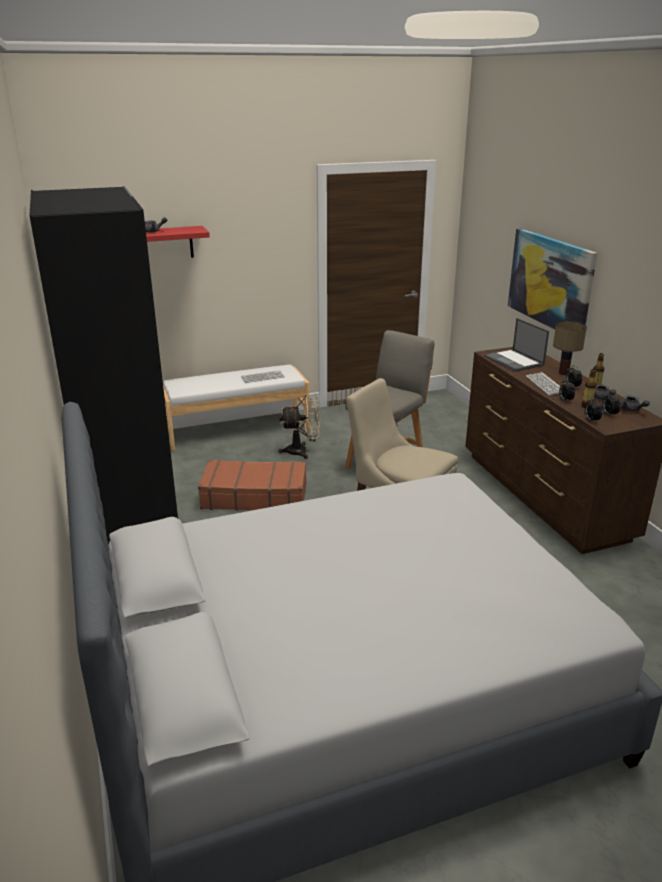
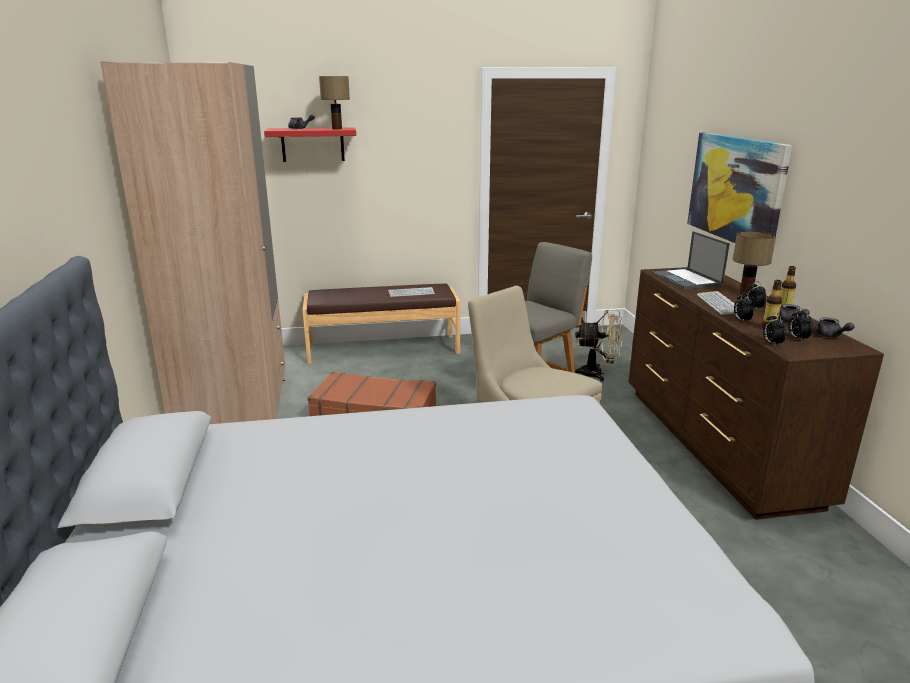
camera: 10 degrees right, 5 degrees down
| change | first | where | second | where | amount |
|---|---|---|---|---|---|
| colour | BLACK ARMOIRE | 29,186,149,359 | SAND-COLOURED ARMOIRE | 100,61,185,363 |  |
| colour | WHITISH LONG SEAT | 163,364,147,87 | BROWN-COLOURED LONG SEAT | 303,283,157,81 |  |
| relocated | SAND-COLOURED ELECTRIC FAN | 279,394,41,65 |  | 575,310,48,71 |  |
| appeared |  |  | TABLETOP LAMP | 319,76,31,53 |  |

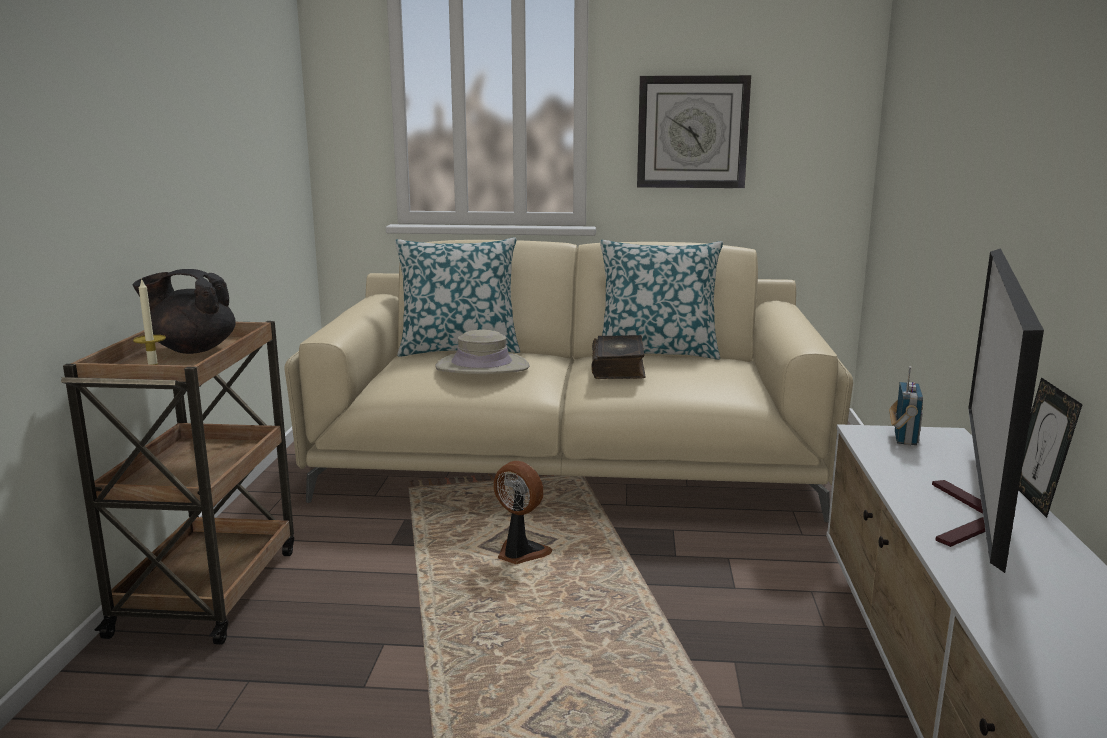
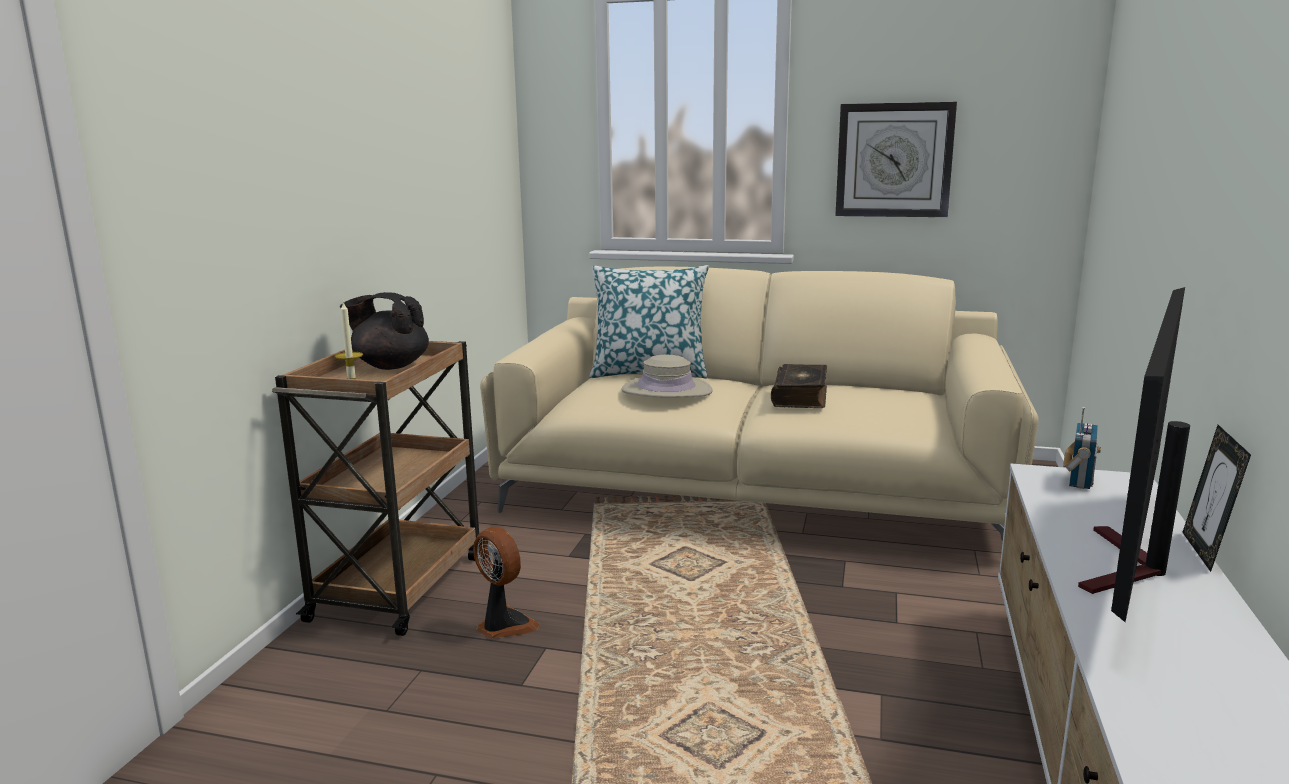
camera: 10 degrees right, 0 degrees up
| change | first | where | second | where | amount |
|---|---|---|---|---|---|
| missing | CUSHION | 600,240,123,120 |  |  |  |
| relocated | ELECTRIC FAN | 493,461,59,103 |  | 473,526,67,113 |  |

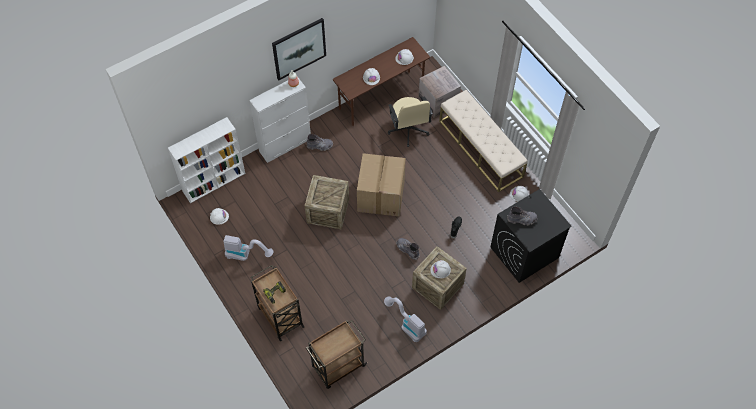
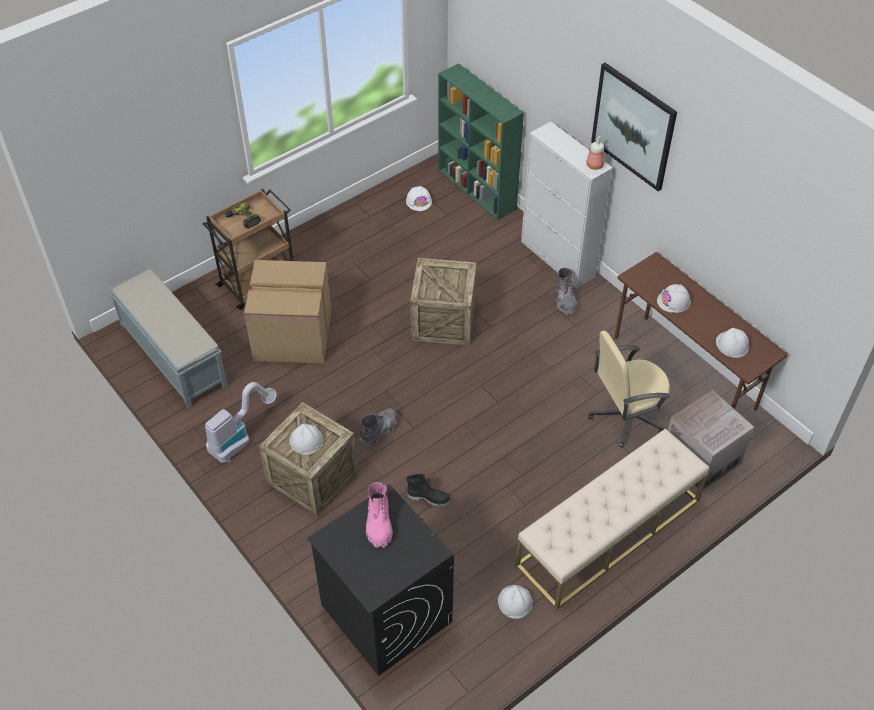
camera: 85 degrees right, 10 degrees down
| change | first | where | second | where | amount |
|---|---|---|---|---|---|
| colour | WHITISH BOOKCASE | 168,117,78,86 | GREENISH BOOKCASE | 438,63,86,157 |  |
| relocated | CARDBOARD BOX | 357,153,49,64 |  | 244,260,87,103 |  |
| colour | GREY HIGH-TOP BOOT | 507,206,30,20 | PINK HIGH-TOP BOOT | 366,482,27,66 |  |
| missing | VACUUM CLEANER | 223,235,51,26 |  |  |  |
| exchanged | BROWN-COLOURED WHEELED CART | 306,320,61,69 | GREY LONG SEAT | 109,269,119,140 |  |

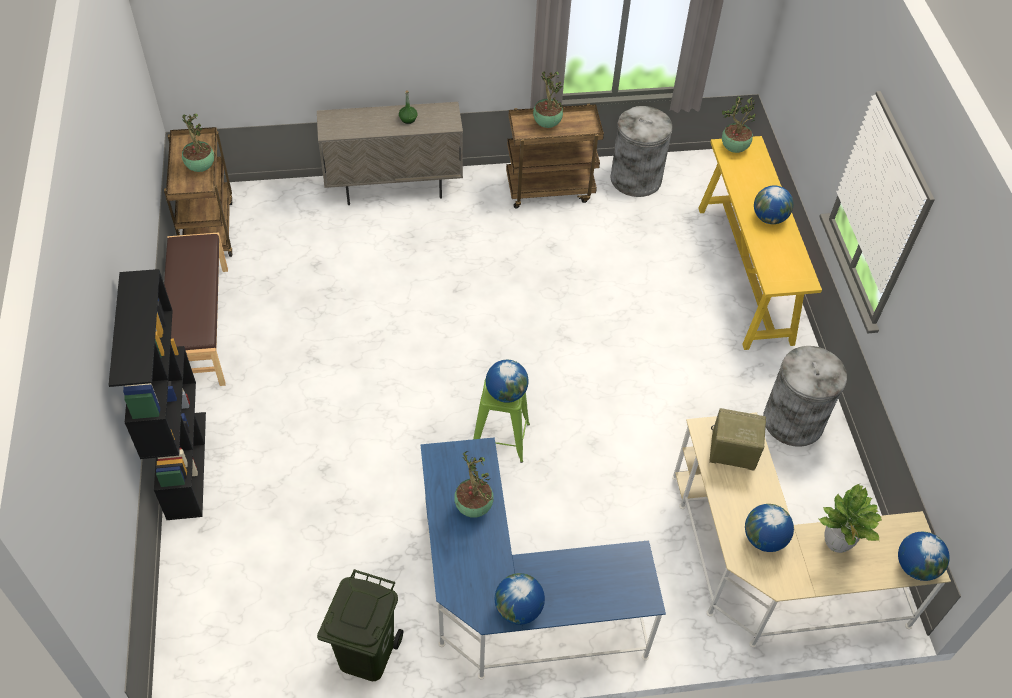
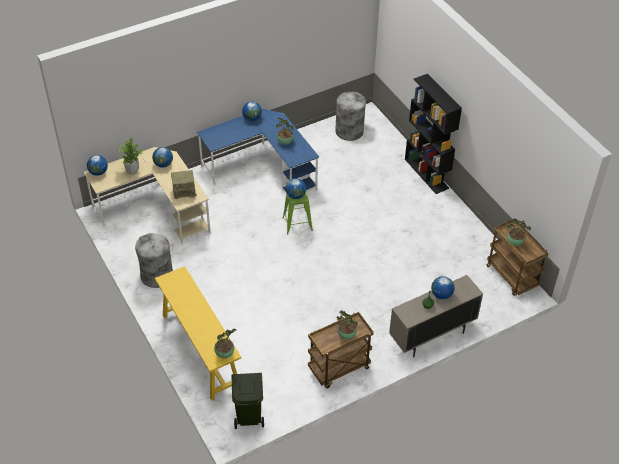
camera: 160 degrees right, 5 degrees down
| change | first | where | second | where | amount |
|---|---|---|---|---|---|
| relocated | GREY WASTE BIN | 610,106,62,91 |  | 335,92,31,49 |  |
| relocated | WORLD GLOBE | 754,185,39,39 |  | 431,276,23,23 |  |
| missing | BROWN-COLOURED LONG SEAT | 164,233,64,153 |  |  |  |
| relocated | GREENISH WASTE BIN | 317,569,86,112 |  | 231,373,33,56 |  |

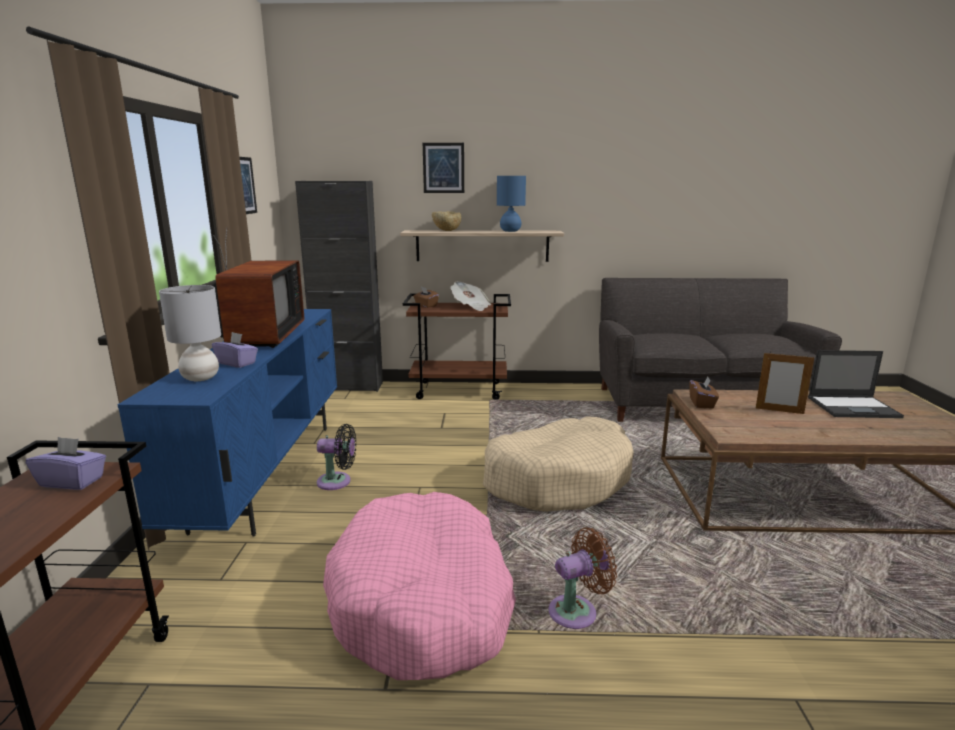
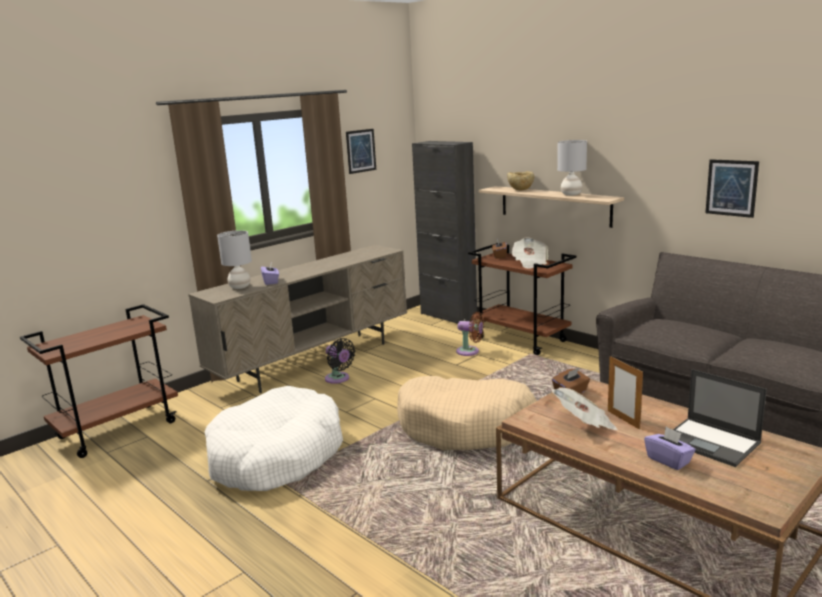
camera: 45 degrees right, 0 degrees up
| change | first | where | second | where | amount |
|---|---|---|---|---|---|
| relocated | PICTURE | 423,143,41,50 |  | 705,159,54,59 |  |
| colour | BLUISH TABLETOP LAMP | 497,176,29,56 | GREY TABLETOP LAMP | 557,140,30,56 |  |
| missing | TV | 211,228,93,120 |  |  |  |
| colour | BLUISH MEDIA CONSOLE | 117,309,220,228 | SAND-COLOURED MEDIA CONSOLE | 188,245,219,148 |  |
| relocated | PURPLE-COLOURED TISSUE BOX | 26,437,80,53 |  | 644,427,52,43 |  |
| colour | PINK DOG BED | 323,492,193,188 | WHITISH DOG BED | 205,386,138,105 |  |
| relocated | BROWN-COLOURED ELECTRIC FAN | 549,527,68,102 |  | 456,312,28,44 |  |
| appeared |  |  | PRINTED PAPER | 551,388,67,42 |  |

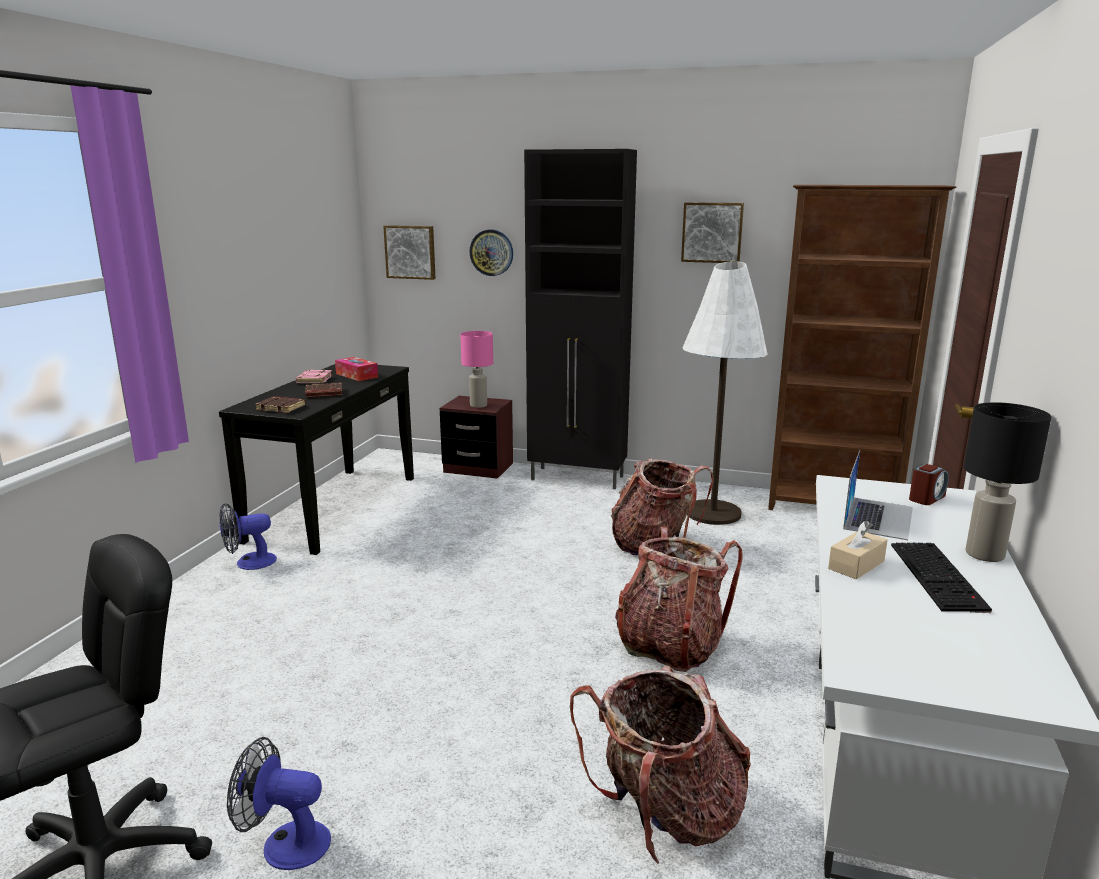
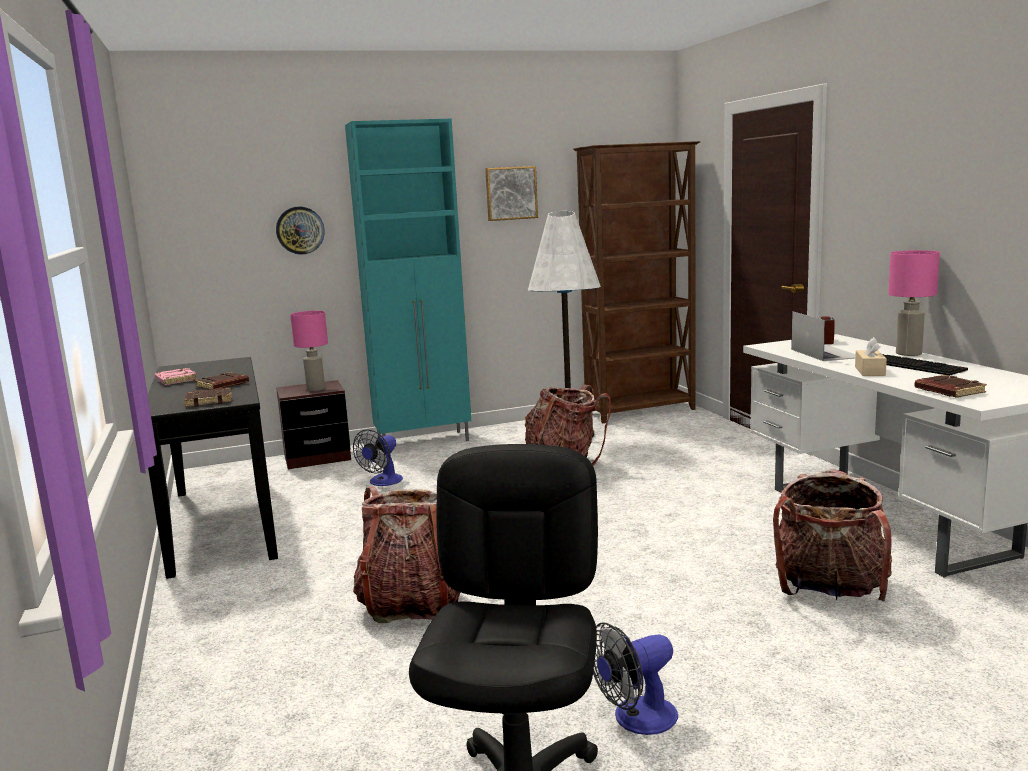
camera: 35 degrees left, 5 degrees down
| change | first | where | second | where | amount |
|---|---|---|---|---|---|
| colour | BLACK CABINET | 524,149,113,340 | TURQUOISE-COLOURED CABINET | 345,119,126,322 |  |
| missing | PICTURE | 383,225,53,55 |  |  |  |
| missing | TISSUE BOX | 335,357,43,24 |  |  |  |
| colour | BLACK TABLETOP LAMP | 964,402,87,160 | PINK TABLETOP LAMP | 888,250,52,106 |  |
| relocated | ELECTRIC FAN | 220,503,57,67 |  | 353,430,50,56 |  |
| relocated | KNAPSACK | 615,527,128,145 |  | 353,487,107,136 |  |
| appeared |  |  | BROWN-COLOURED BOOK | 915,375,72,23 |  |

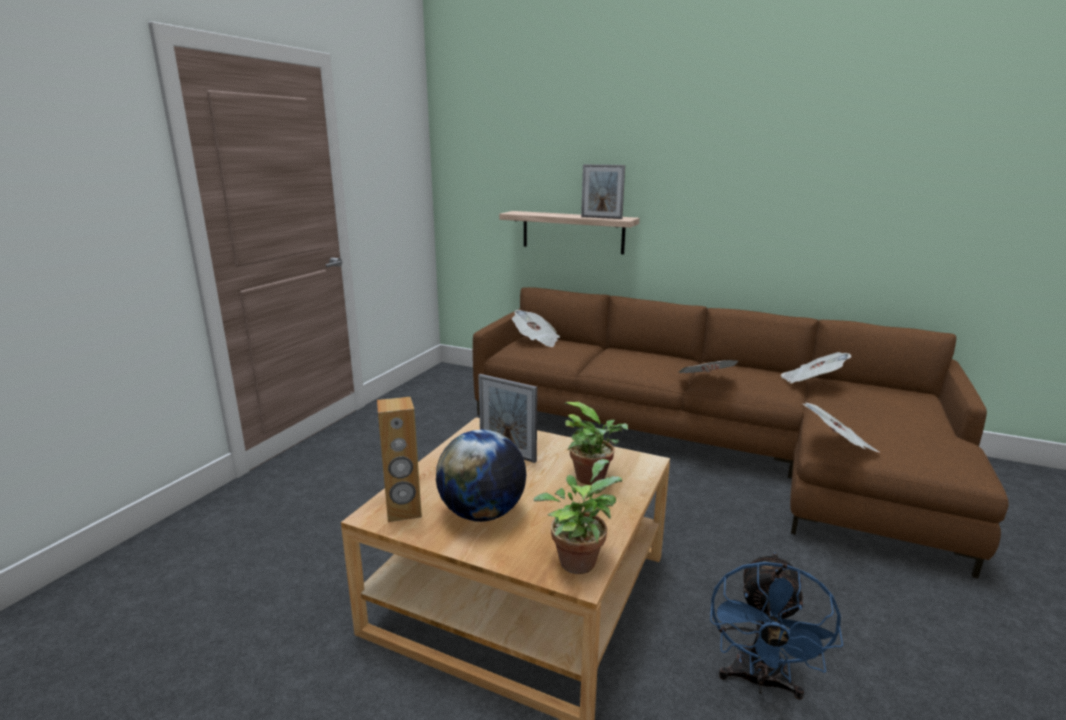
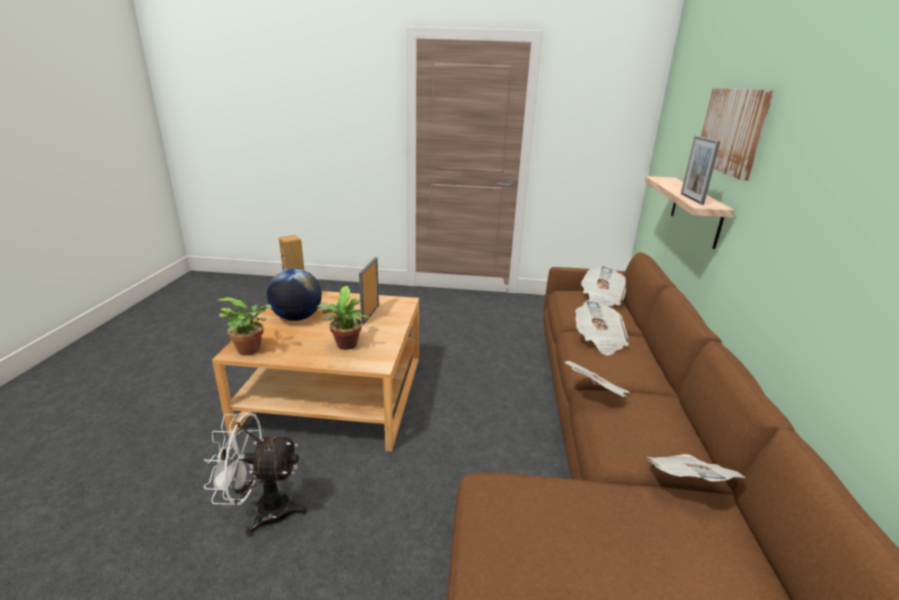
camera: 70 degrees right, 5 degrees up
| change | first | where | second | where | amount |
|---|---|---|---|---|---|
| relocated | PRINTED PAPER | 803,402,77,50 |  | 575,300,54,56 |  |
| colour | BLUISH ELECTRIC FAN | 710,552,133,148 | WHITISH ELECTRIC FAN | 204,412,104,125 |  |
| appeared |  |  | PICTURE | 701,88,74,93 |  |

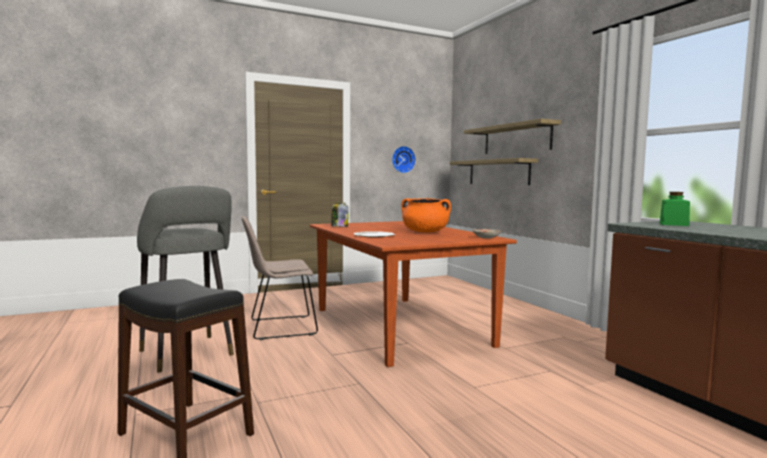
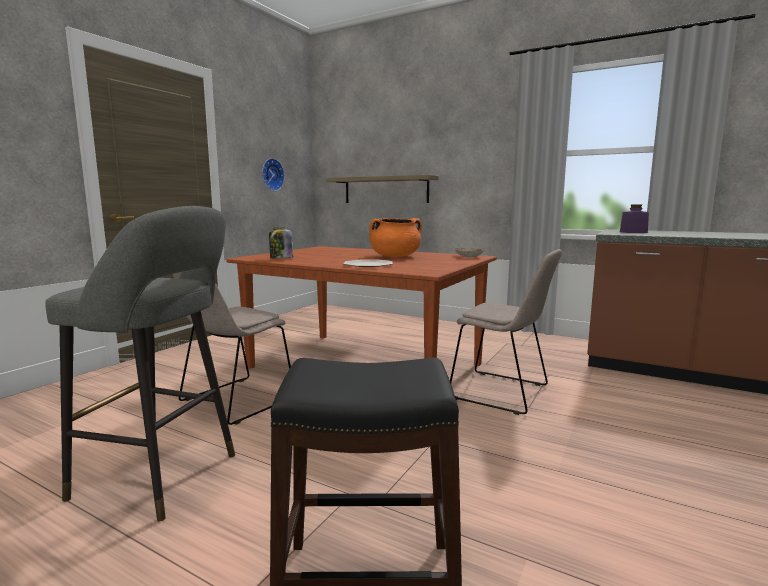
camera: 35 degrees left, 5 degrees up
| change | first | where | second | where | amount |
|---|---|---|---|---|---|
| missing | WALL SHELF | 464,119,97,35 |  |  |  |
| colour | GREENISH PRESERVE JAR | 660,192,30,34 | PURPLE-COLOURED PRESERVE JAR | 620,205,29,28 |  |
| appeared |  |  | SAND-COLOURED PLAIN CHAIR | 450,249,112,166 |  |

